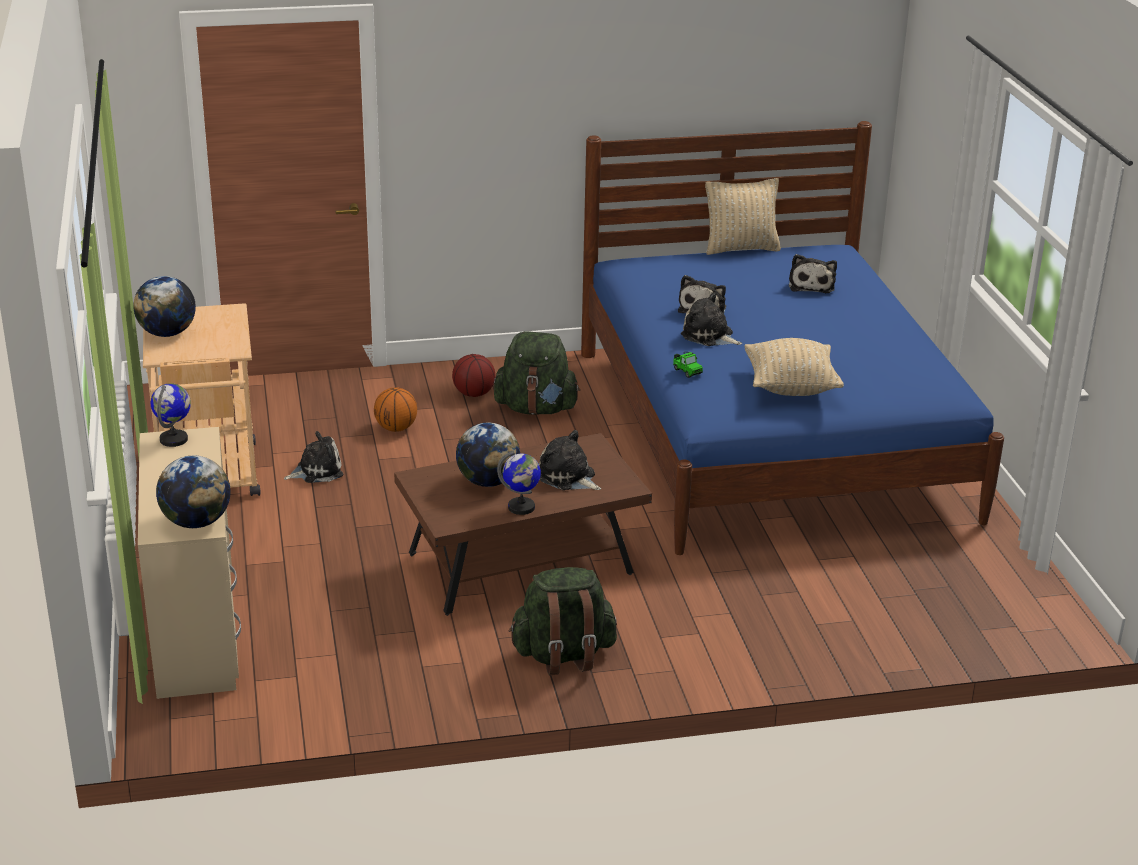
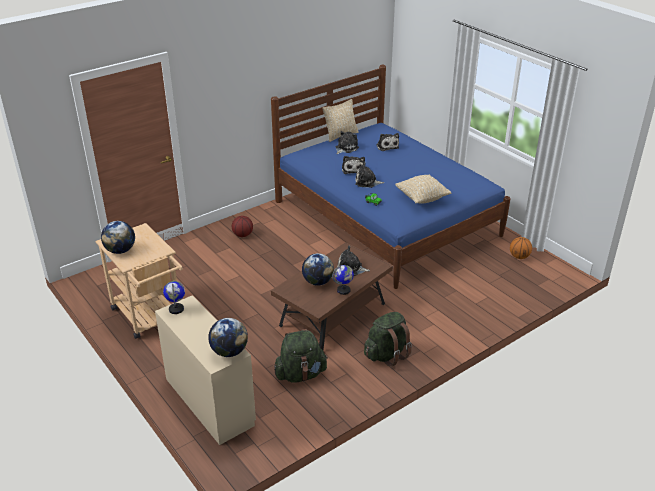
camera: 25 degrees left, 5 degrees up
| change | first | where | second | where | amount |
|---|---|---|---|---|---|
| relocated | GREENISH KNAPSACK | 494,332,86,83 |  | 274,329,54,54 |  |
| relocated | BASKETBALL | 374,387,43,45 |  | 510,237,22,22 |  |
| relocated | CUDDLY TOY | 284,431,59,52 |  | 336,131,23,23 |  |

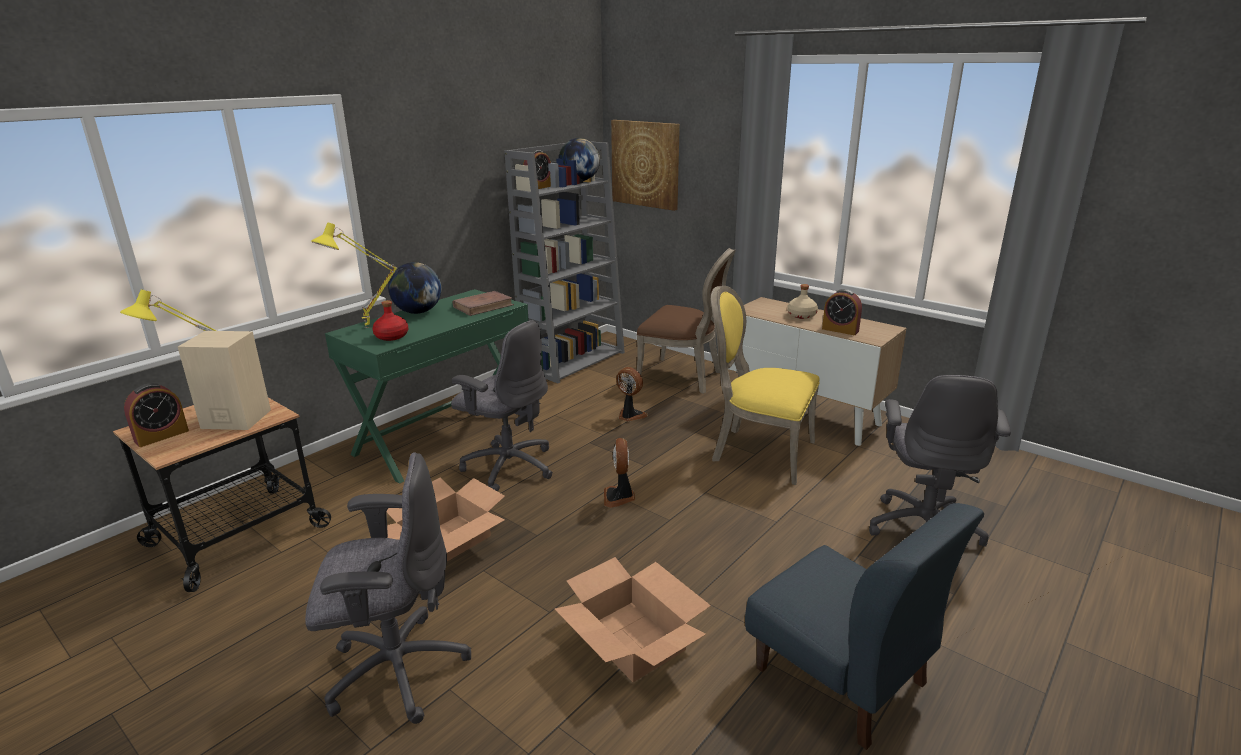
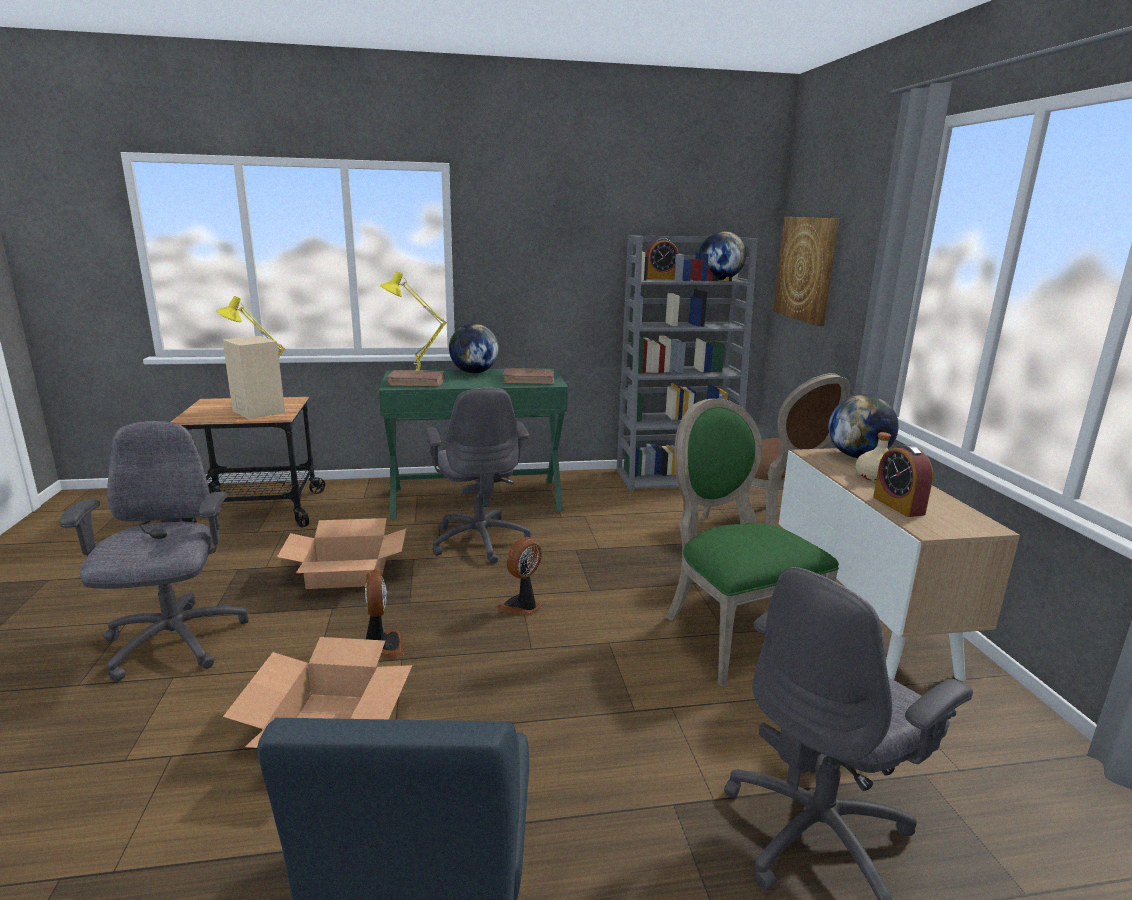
camera: 40 degrees right, 5 degrees down
| change | first | where | second | where | amount |
|---|---|---|---|---|---|
| colour | YELLOW PLAIN CHAIR | 711,286,109,199 | GREENISH PLAIN CHAIR | 665,399,174,288 |  |
| exchanged | RED BOTTLE | 372,300,36,41 | BROWN-COLOURED BOOK | 386,370,59,17 |  |
| relocated | ELECTRIC FAN | 616,367,32,54 |  | 365,570,39,89 |  |
| missing | TABLE CLOCK | 124,383,65,64 |  |  |  |
| spun | GREY COMPUTER CHAIR | 305,452,166,272 |  | 59,421,190,261 | 135 degrees counterclockwise |
| appeared |  |  | WORLD GLOBE | 829,394,70,64 |  |

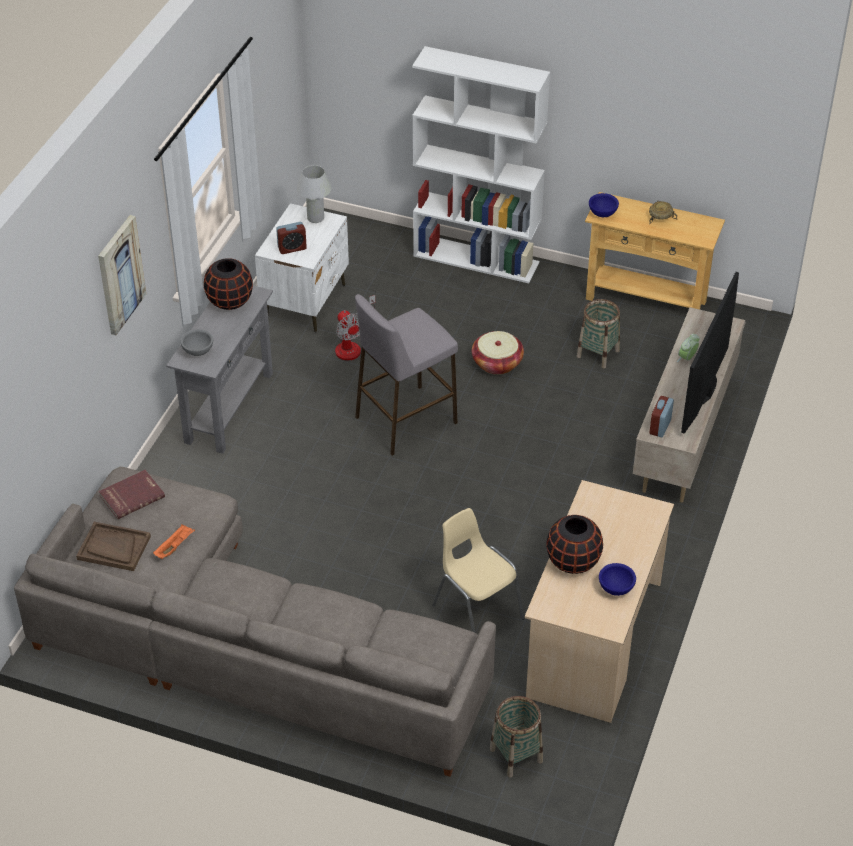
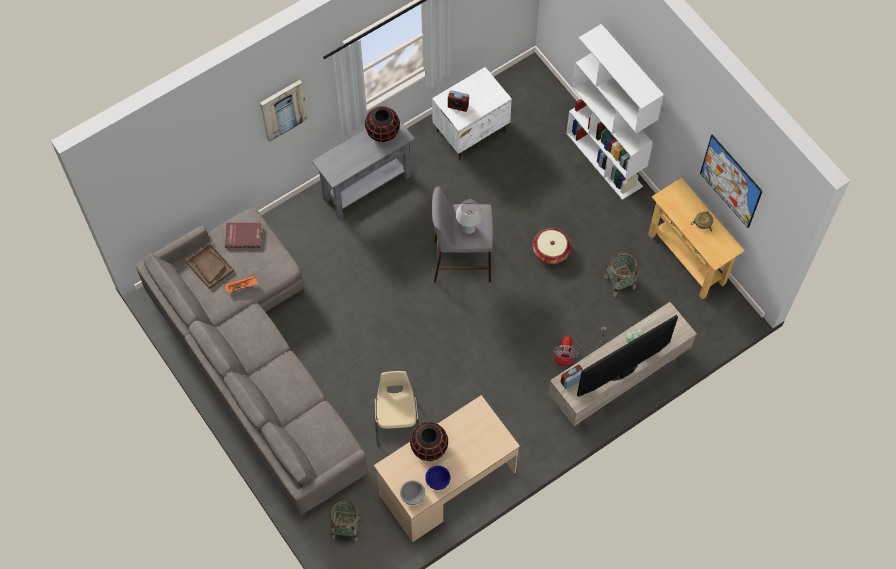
camera: 35 degrees right, 20 degrees up
| change | first | where | second | where | amount |
|---|---|---|---|---|---|
| relocated | WHITISH TABLETOP LAMP | 297,165,34,58 |  | 456,200,27,34 |  |
| missing | BLUISH DEEP DISH | 589,193,30,24 |  |  |  |
| relocated | ELECTRIC FAN | 335,295,40,65 |  | 553,327,54,39 |  |
| relocated | GREY DEEP DISH | 180,329,33,27 |  | 400,480,25,25 |  |
| appeared |  |  | PICTURE | 700,135,63,93 |  |

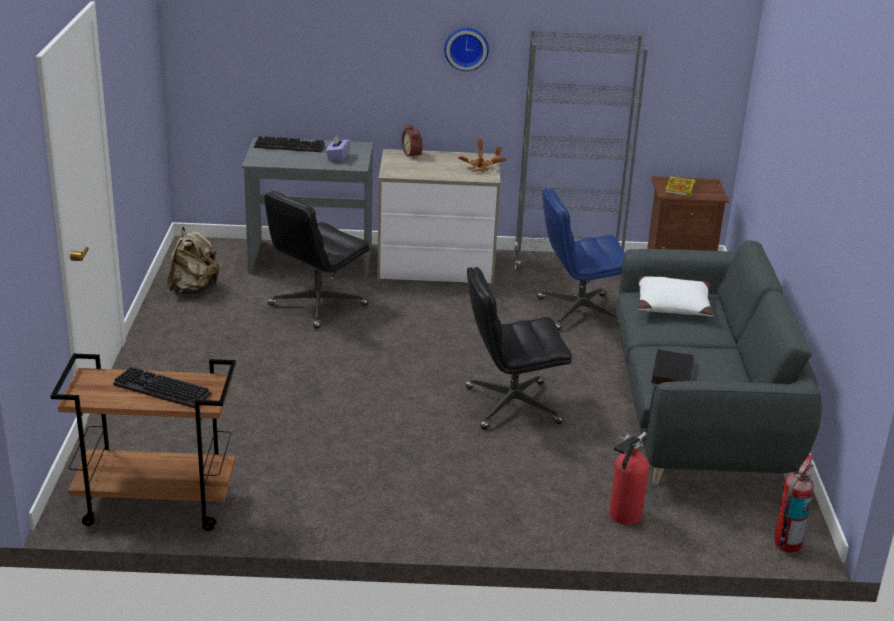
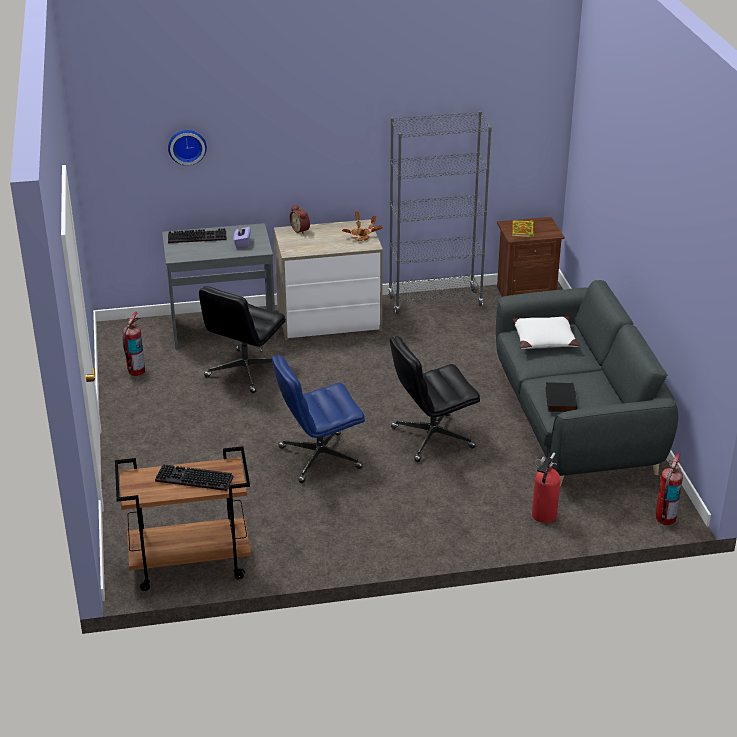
camera: 10 degrees left, 5 degrees up
| change | first | where | second | where | amount |
|---|---|---|---|---|---|
| relocated | CLOCK ON THE WALL | 444,28,45,43 |  | 168,130,39,36 |  |
| relocated | BLUISH COMPUTER CHAIR | 537,188,88,143 |  | 271,355,94,128 |  |
| exchanged | SAND-COLOURED KNAPSACK | 167,227,53,67 | FIRE EXTINGUISHER | 123,312,22,64 |  |

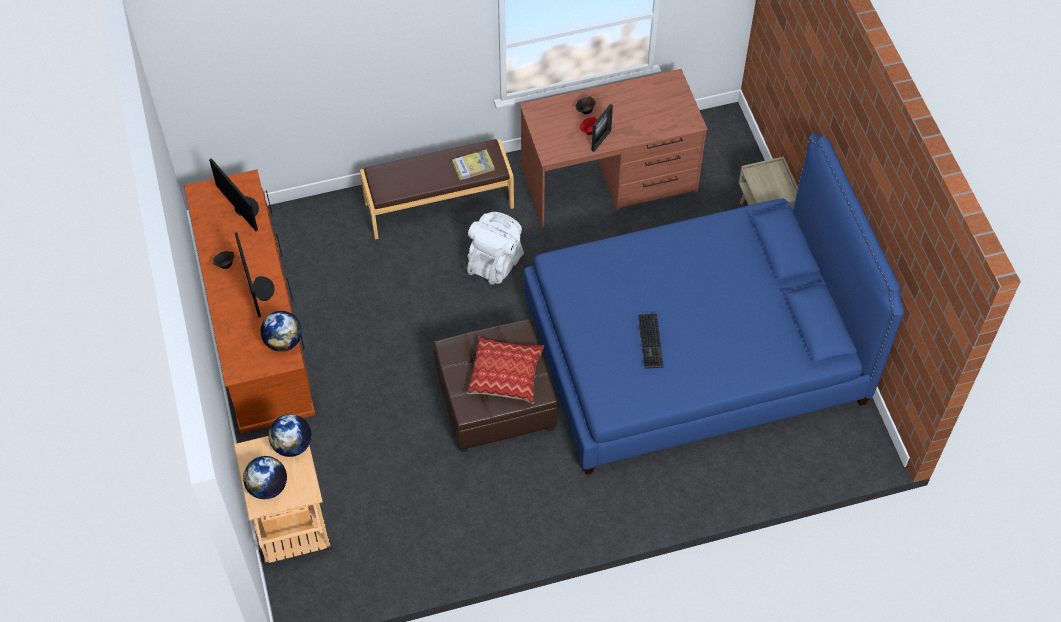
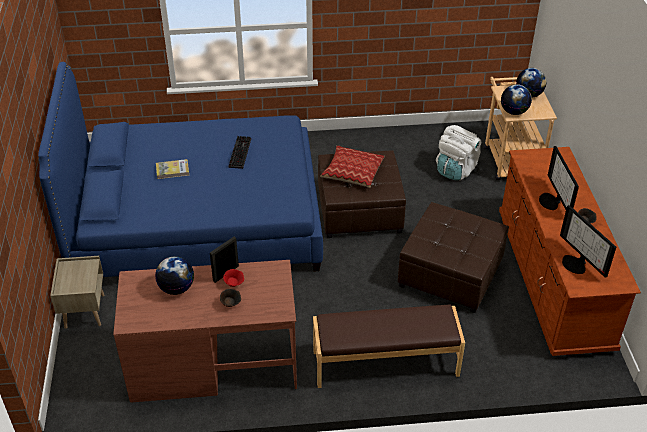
camera: 170 degrees left, 15 degrees down
| change | first | where | second | where | amount |
|---|---|---|---|---|---|
| relocated | BOOK | 452,150,43,30 |  | 156,159,33,20 |  |
| relocated | WHITISH KNAPSACK | 467,212,57,73 |  | 436,125,45,56 |  |
| relocated | WORLD GLOBE | 260,311,42,41 |  | 155,256,39,39 |  |
| appeared |  |  | BROWN-COLOURED OTTOMAN | 398,202,111,111 |  |

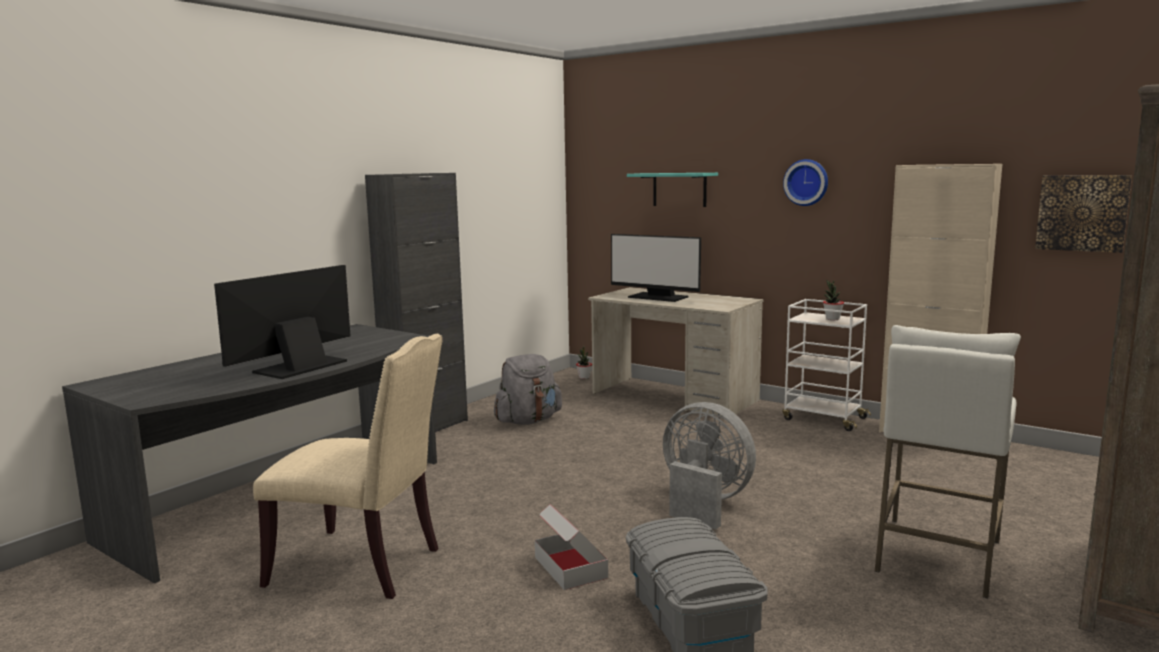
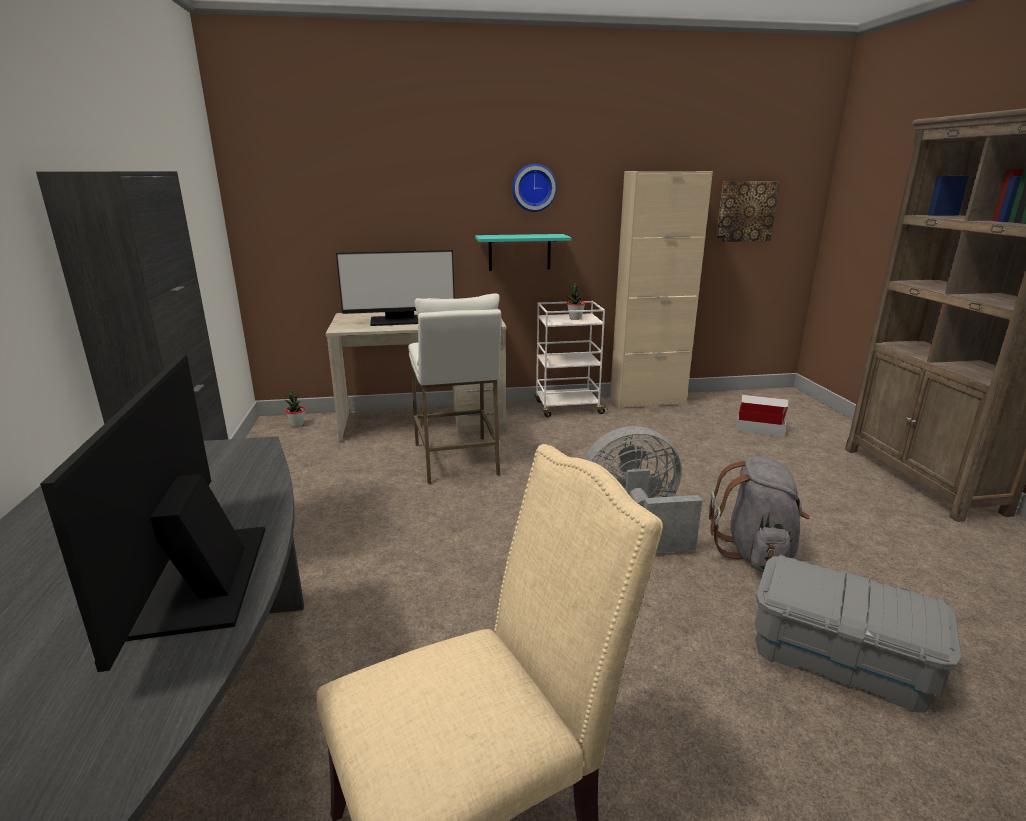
camera: 45 degrees left, 10 degrees up
| change | first | where | second | where | amount |
|---|---|---|---|---|---|
| relocated | TURQUOISE-COLOURED WALL SHELF | 627,173,91,34 |  | 475,234,97,37 |  |
| relocated | WHITISH STOOL | 875,325,146,273 |  | 408,293,93,190 |  |
| relocated | GREY KNAPSACK | 494,354,68,71 |  | 709,457,101,115 |  |
| relocated | CARDBOARD BOX | 535,504,73,86 |  | 736,395,52,42 |  |

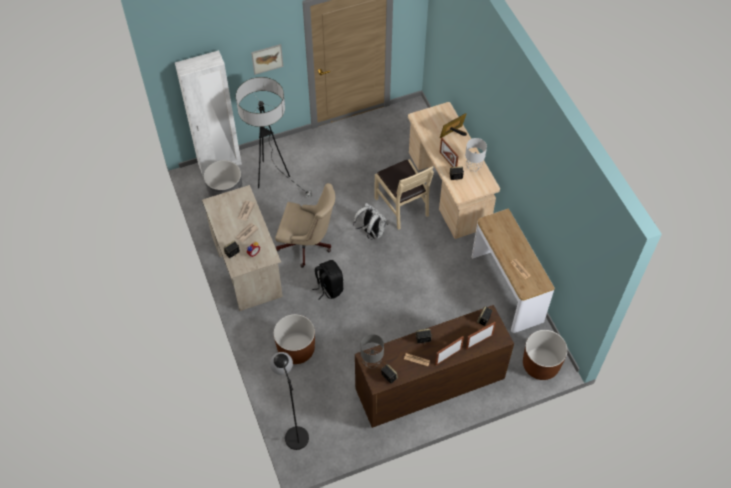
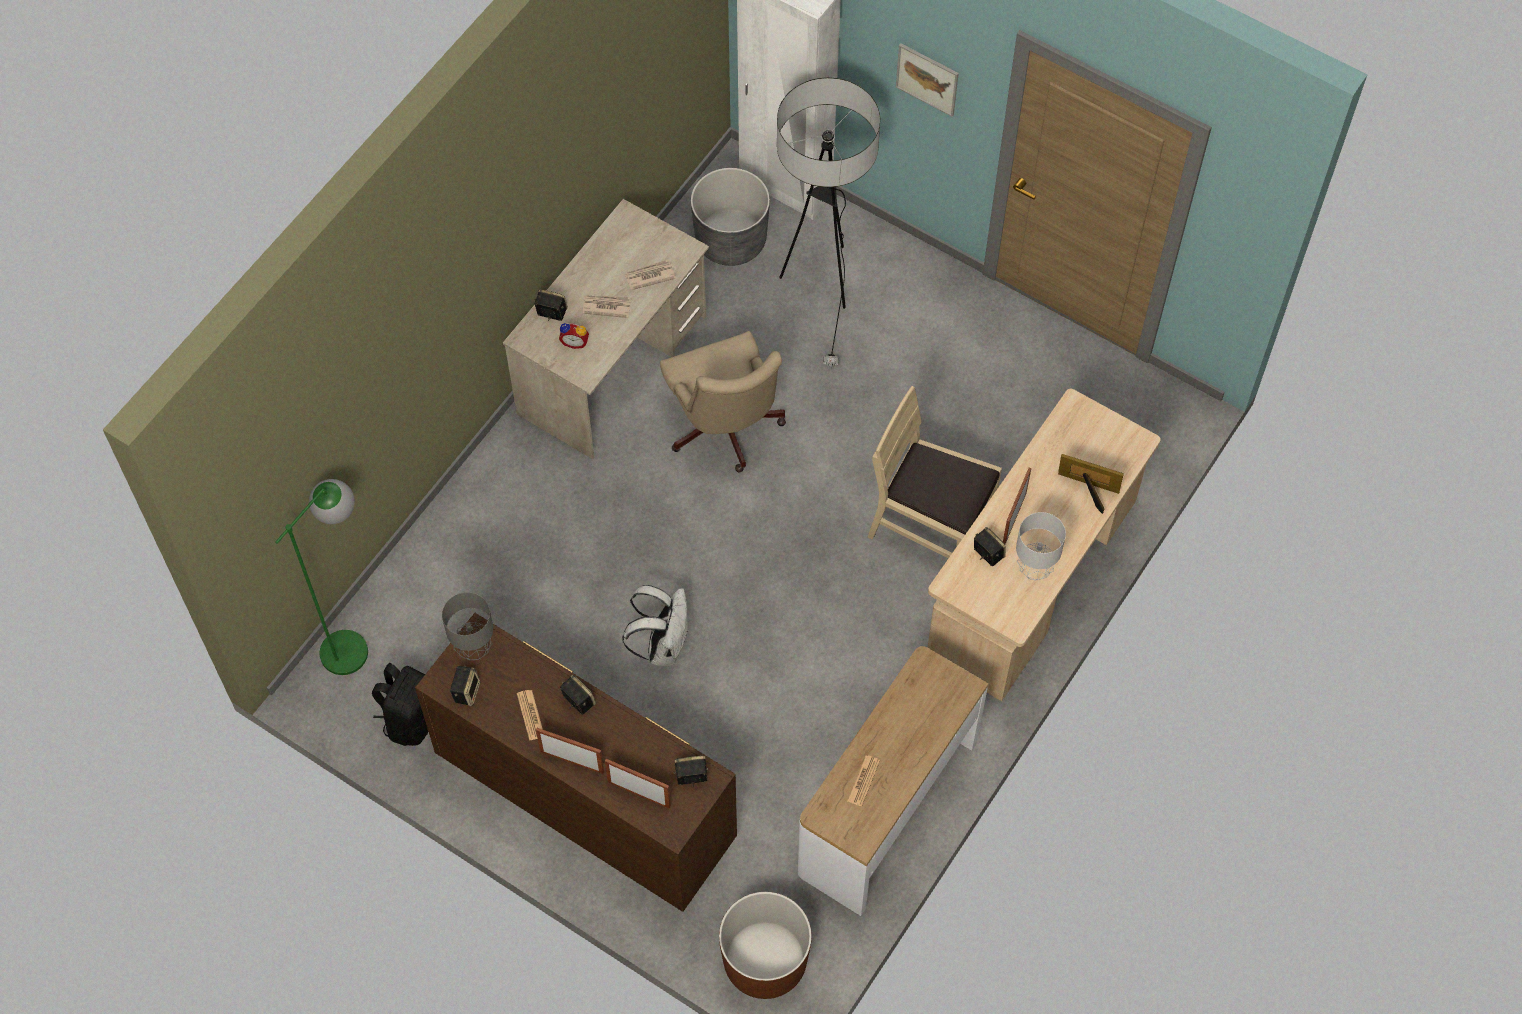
camera: 55 degrees right, 5 degrees up
| change | first | where | second | where | amount |
|---|---|---|---|---|---|
| spun | SAND-COLOURED PLAIN CHAIR | 374,159,60,71 |  | 868,386,134,172 | 90 degrees clockwise |
| relocated | WHITISH KNAPSACK | 353,203,35,37 |  | 622,585,67,81 |  |
| relocated | BLACK KNAPSACK | 312,260,31,39 |  | 372,663,56,83 |  |
| missing | BROWN-COLOURED PLANTER | 273,314,42,50 |  |  |  |
| colour | BLACK STANDARD LAMP | 270,352,39,98 | GREENISH STANDARD LAMP | 275,479,93,196 |  |

